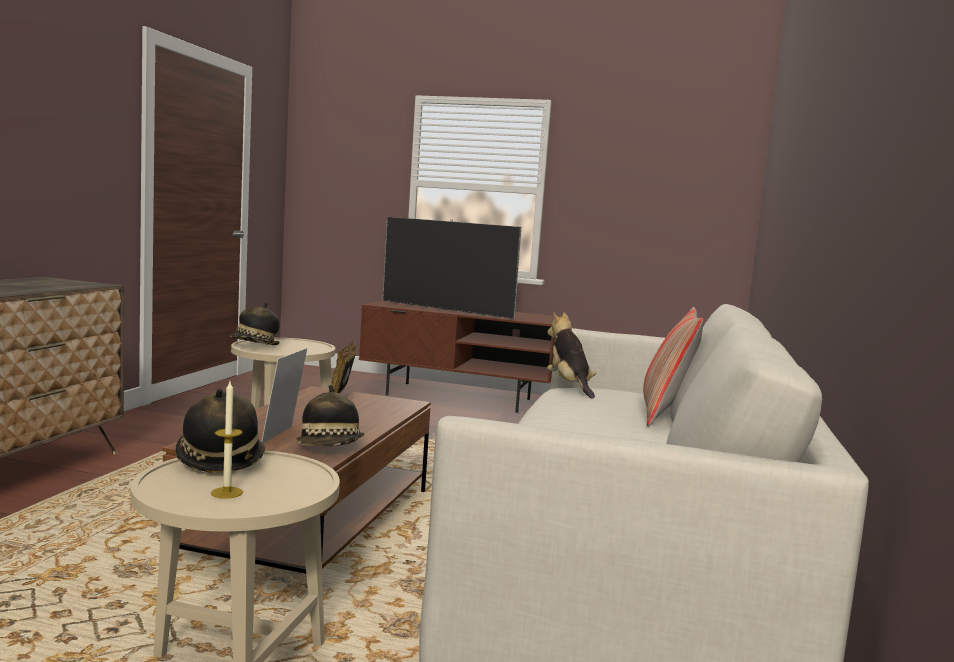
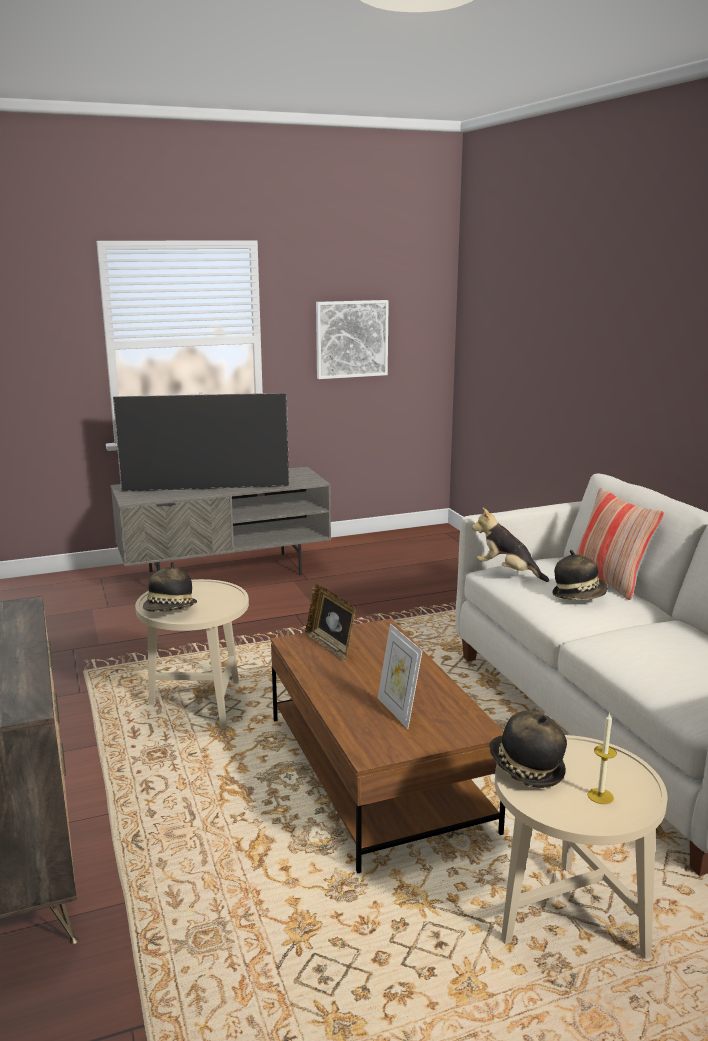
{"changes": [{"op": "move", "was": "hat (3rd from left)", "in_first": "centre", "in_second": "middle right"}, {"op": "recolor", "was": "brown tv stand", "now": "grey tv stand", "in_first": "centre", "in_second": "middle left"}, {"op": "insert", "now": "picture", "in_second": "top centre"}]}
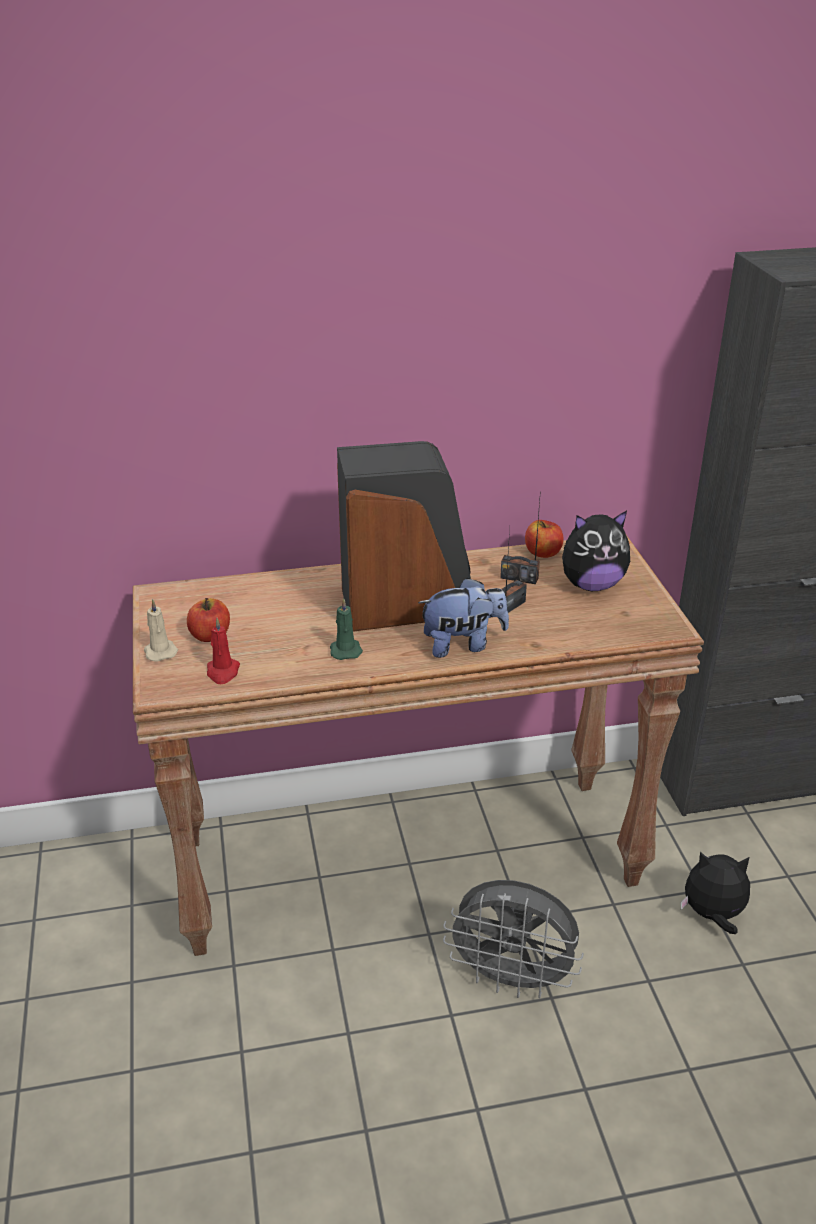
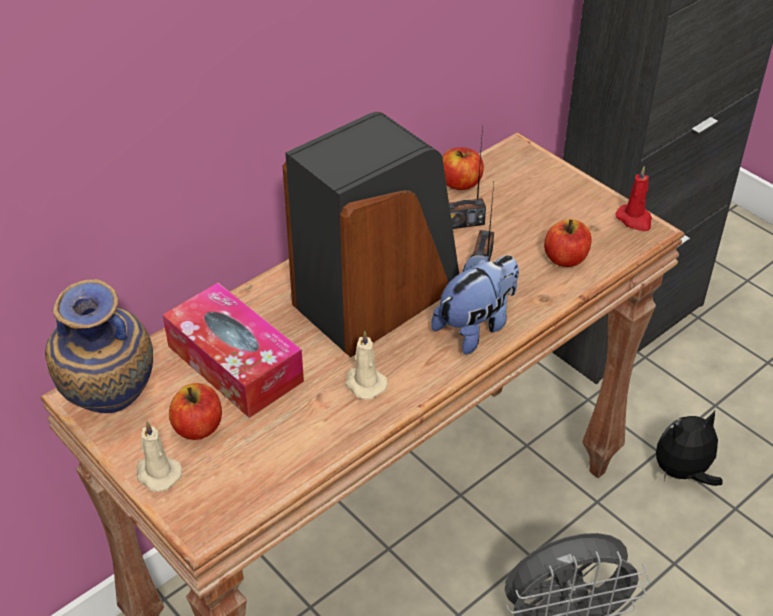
{"changes": [{"op": "move", "was": "red candle", "in_first": "middle left", "in_second": "top right"}, {"op": "recolor", "was": "green candle", "now": "beige candle (2nd from left)", "in_first": "centre", "in_second": "centre"}, {"op": "delete", "was": "plush toy (2nd from left)", "in_first": "middle right"}, {"op": "insert", "now": "vase", "in_second": "middle left"}, {"op": "insert", "now": "tissue box", "in_second": "middle left"}, {"op": "insert", "now": "apple (3rd from left)", "in_second": "middle right"}]}
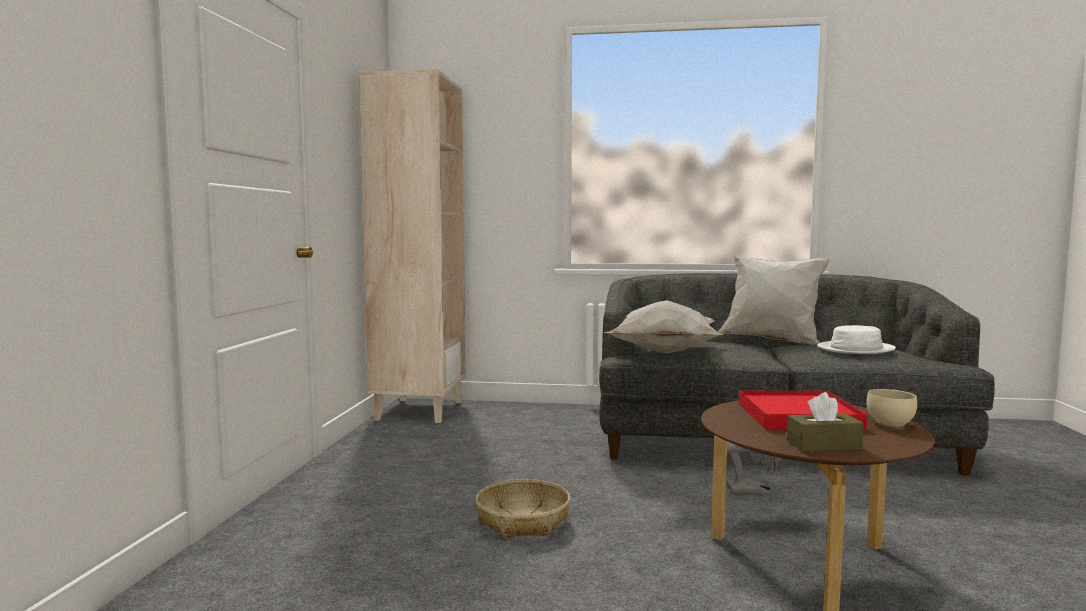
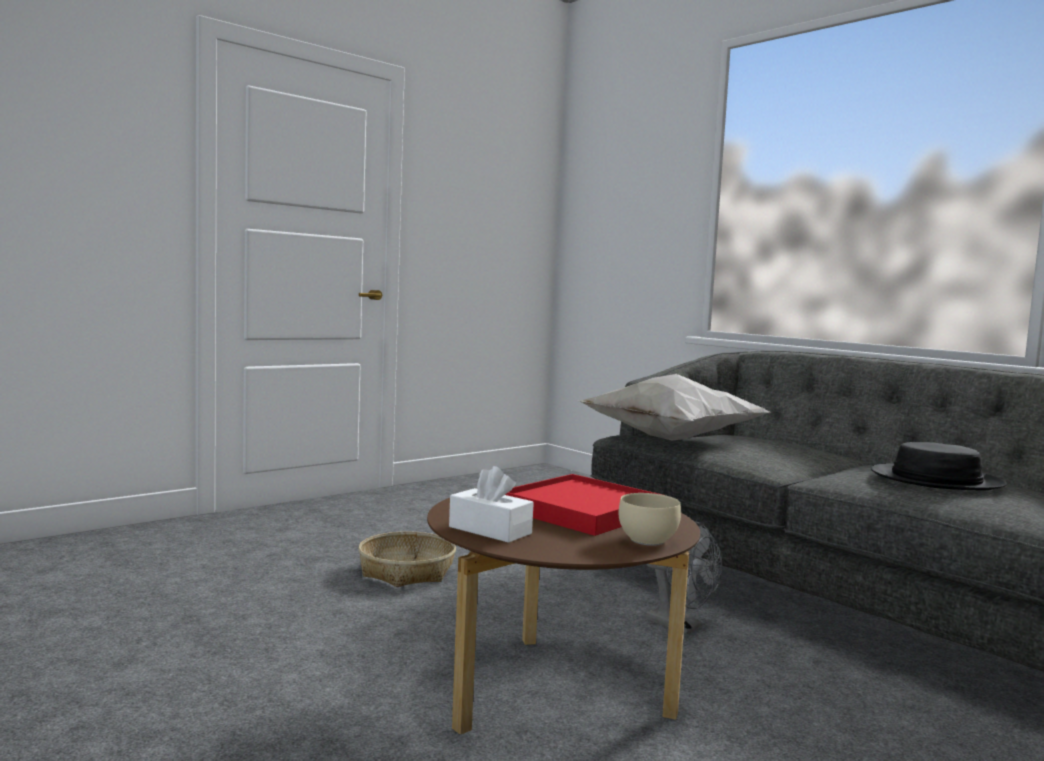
{"changes": [{"op": "delete", "was": "beige bookcase", "in_first": "centre"}, {"op": "delete", "was": "white pillow (2nd from left)", "in_first": "middle right"}, {"op": "recolor", "was": "brown tissue box", "now": "white tissue box", "in_first": "bottom right", "in_second": "centre"}, {"op": "recolor", "was": "white hat", "now": "black hat", "in_first": "middle right", "in_second": "middle right"}]}
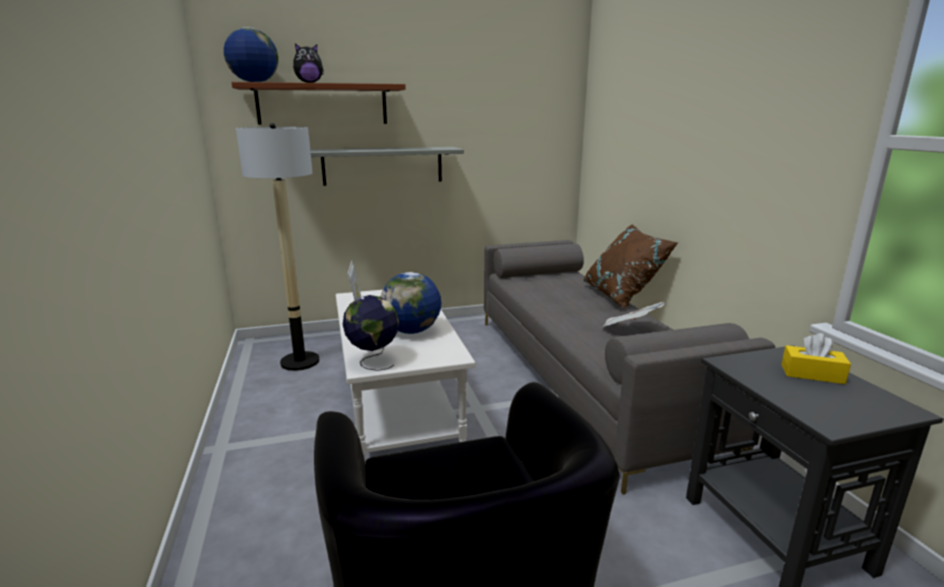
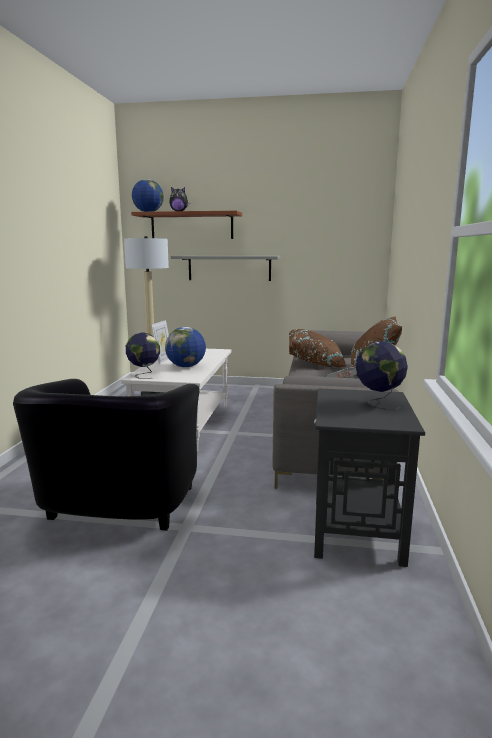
{"changes": [{"op": "replace", "was": "yellow tissue box", "now": "globe (4th from left)", "in_first": "middle right", "in_second": "middle right"}, {"op": "insert", "now": "brown pillow (1st from left)", "in_second": "centre"}]}
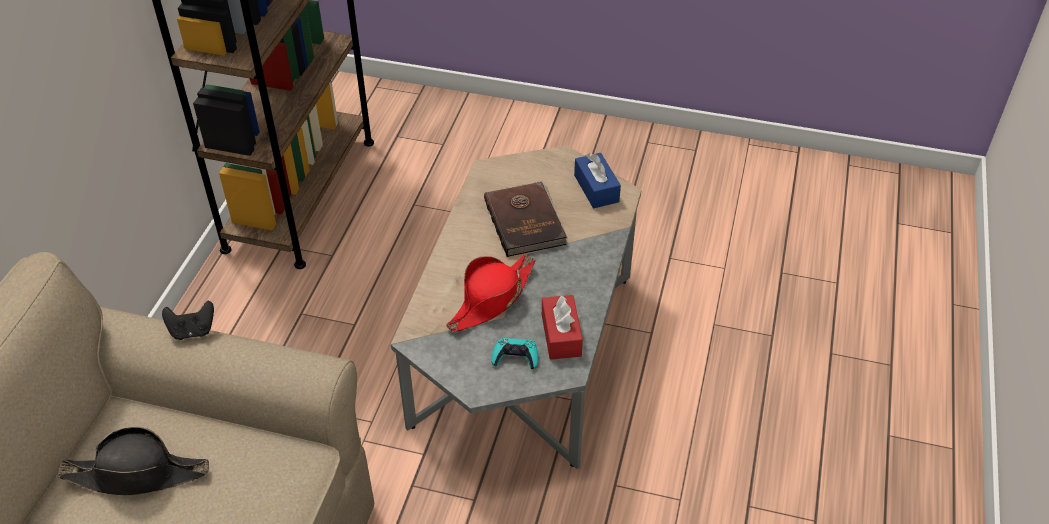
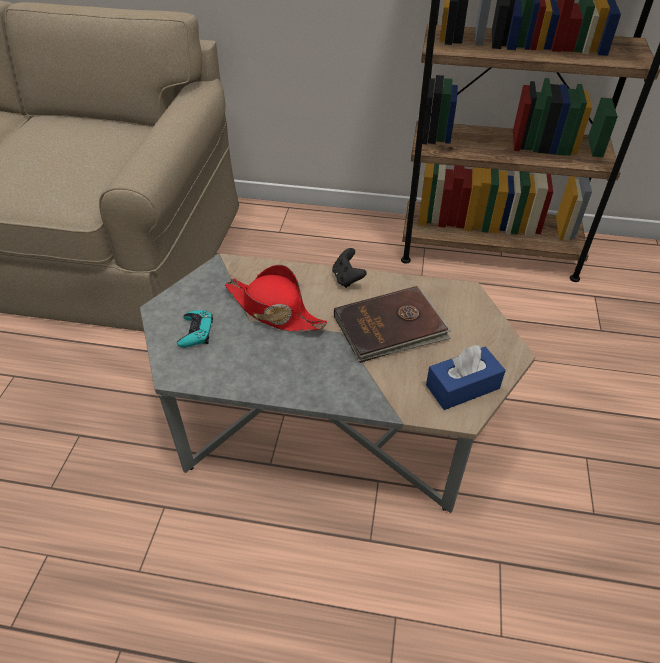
{"changes": [{"op": "delete", "was": "black hat", "in_first": "bottom left"}, {"op": "move", "was": "black game controller", "in_first": "middle left", "in_second": "centre"}, {"op": "delete", "was": "red tissue box", "in_first": "centre"}]}
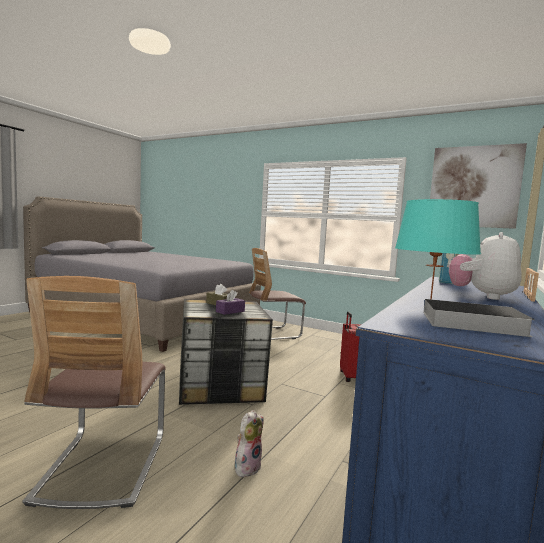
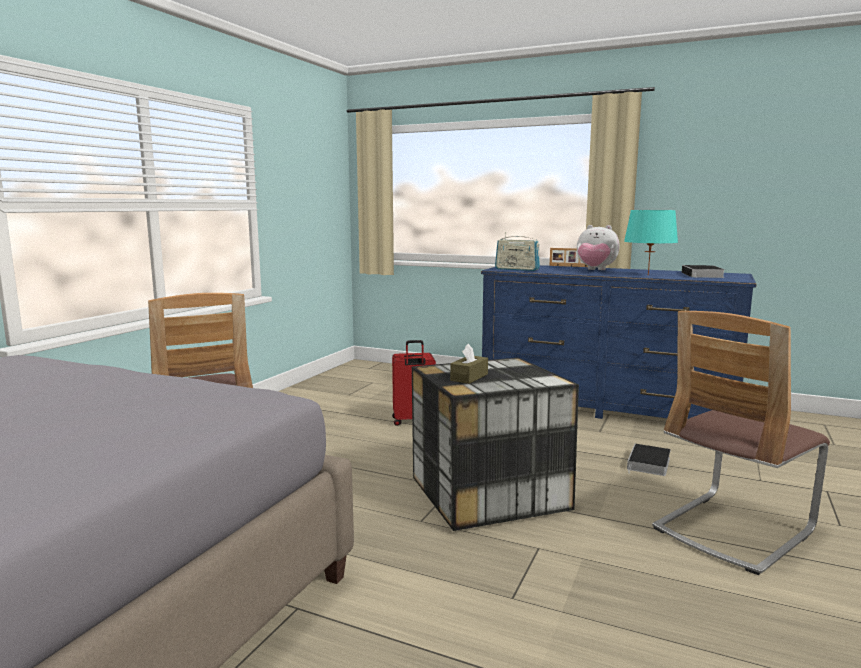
{"changes": [{"op": "rotate", "was": "chair (1st from left in the first image)", "in_first": "bottom left", "in_second": "middle right", "clockwise": 150}, {"op": "delete", "was": "purple tissue box", "in_first": "centre"}, {"op": "replace", "was": "plush toy (1st from left)", "now": "book (1st from left)", "in_first": "bottom centre", "in_second": "bottom right"}, {"op": "delete", "was": "picture", "in_first": "middle right"}]}
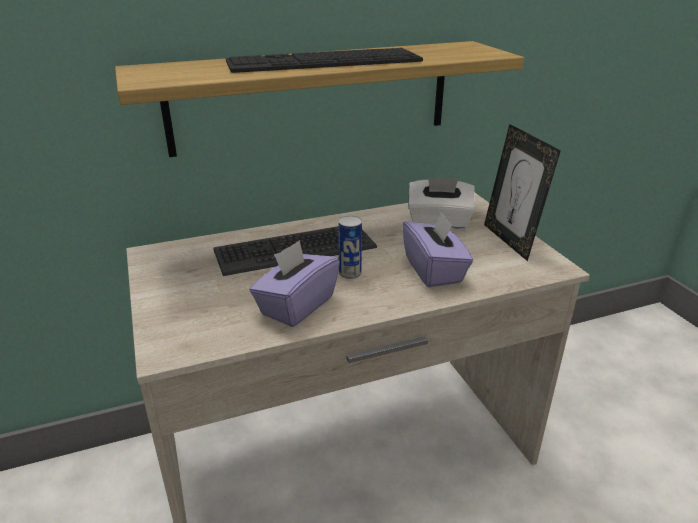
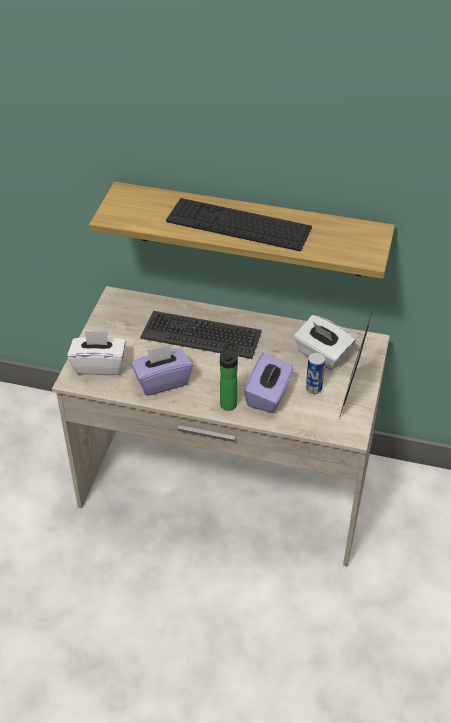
{"changes": [{"op": "move", "was": "can", "in_first": "centre", "in_second": "middle right"}, {"op": "insert", "now": "white tissue box (1st from left)", "in_second": "middle left"}, {"op": "insert", "now": "bottle", "in_second": "centre"}]}
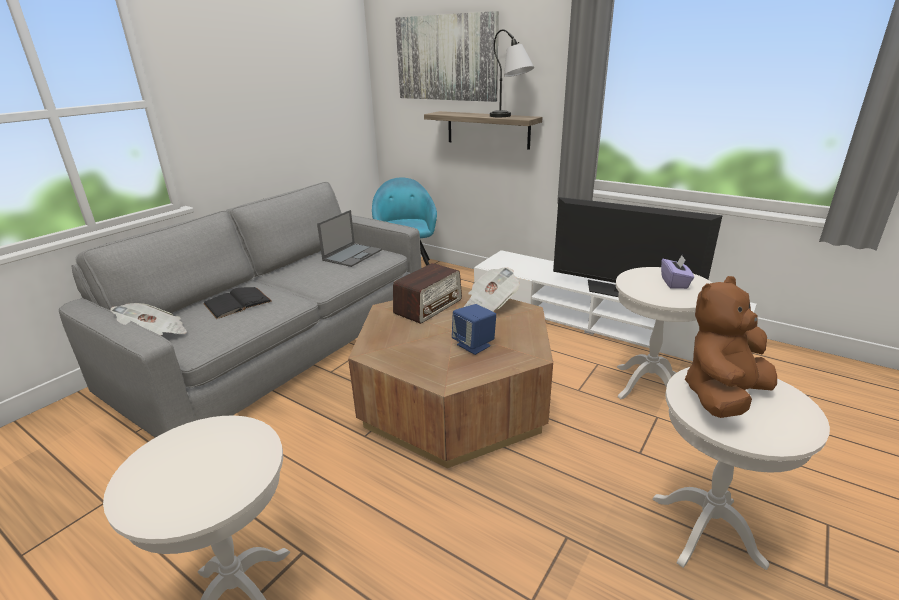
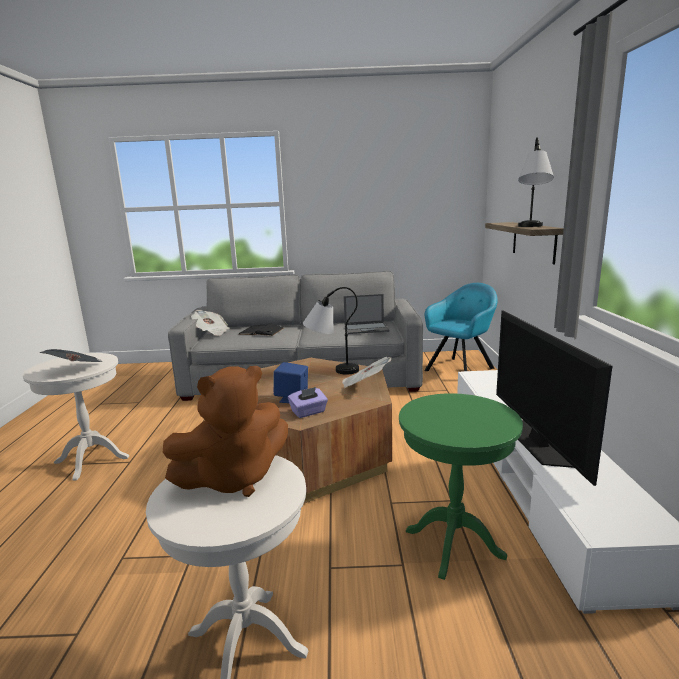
{"changes": [{"op": "replace", "was": "radio", "now": "table lamp (1st from left)", "in_first": "centre", "in_second": "centre"}, {"op": "delete", "was": "picture", "in_first": "top centre"}, {"op": "recolor", "was": "white side table (2nd from left)", "now": "green side table", "in_first": "middle right", "in_second": "bottom right"}, {"op": "move", "was": "purple tissue box", "in_first": "middle right", "in_second": "centre"}, {"op": "rotate", "was": "brown plush toy", "in_first": "middle right", "in_second": "middle left", "clockwise": 135}, {"op": "insert", "now": "newspaper (1st from left)", "in_second": "middle left"}]}
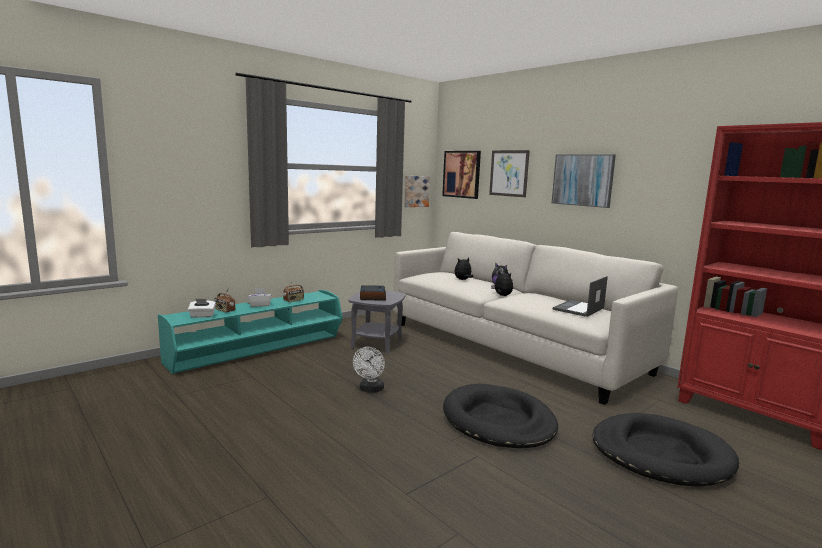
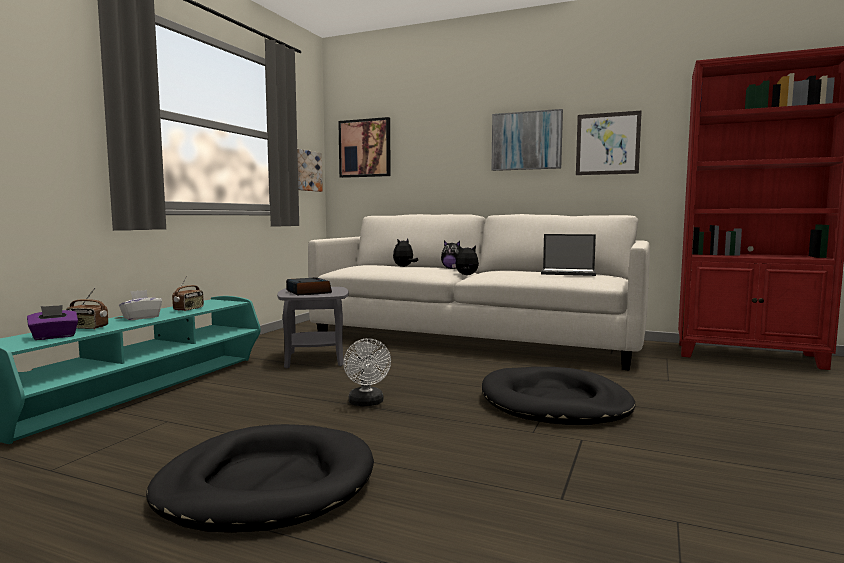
{"changes": [{"op": "recolor", "was": "white tissue box (1st from left)", "now": "purple tissue box", "in_first": "middle left", "in_second": "middle left"}, {"op": "move", "was": "picture (3rd from left in the first image)", "now": "picture (4th from left)", "in_first": "top centre", "in_second": "top right"}, {"op": "rotate", "was": "laptop", "in_first": "middle right", "in_second": "middle right", "clockwise": -90}, {"op": "move", "was": "black dog bed (2nd from left in the first image)", "now": "black dog bed (1st from left)", "in_first": "bottom right", "in_second": "bottom left"}]}
